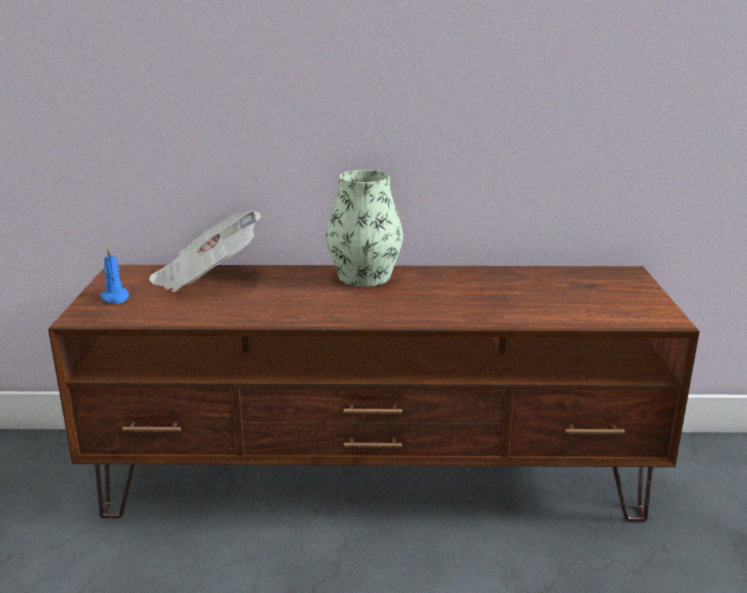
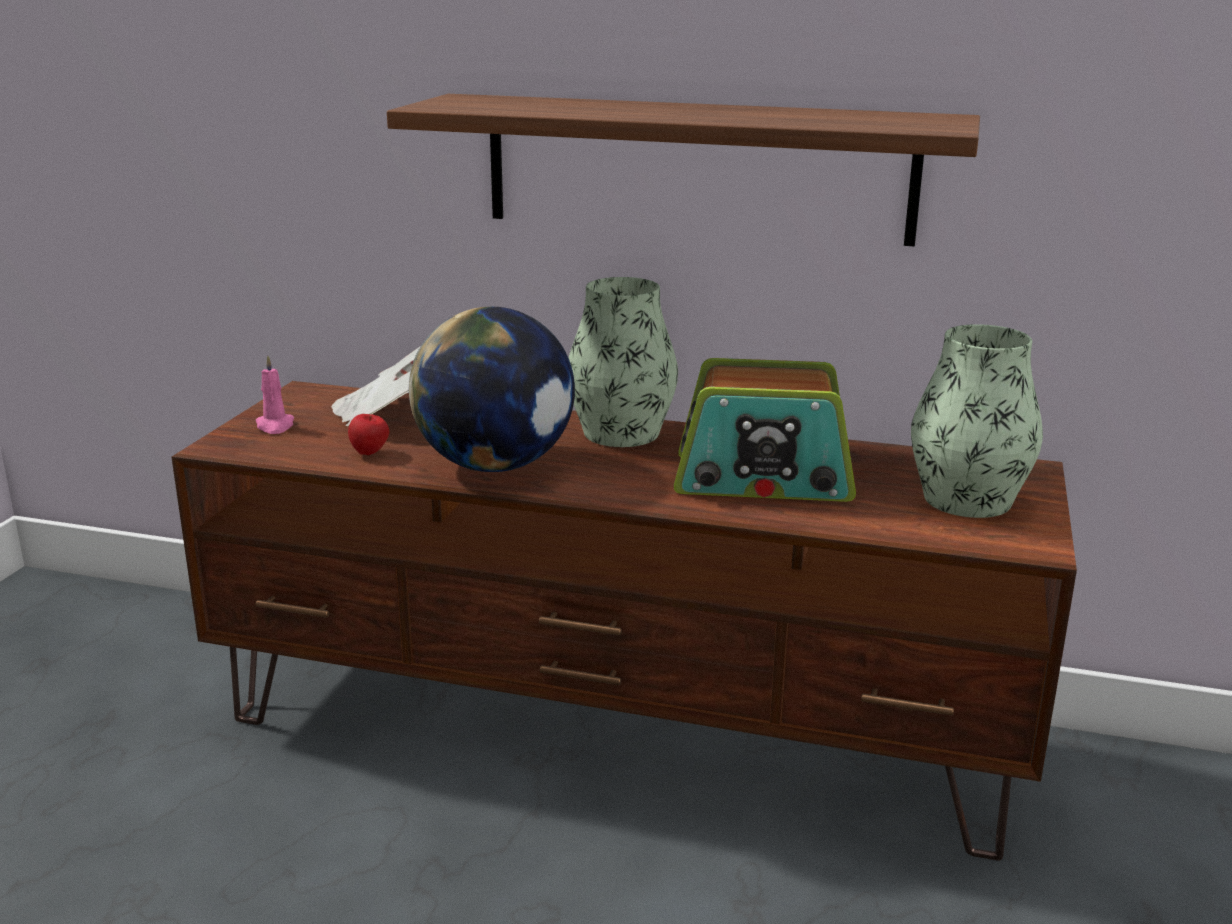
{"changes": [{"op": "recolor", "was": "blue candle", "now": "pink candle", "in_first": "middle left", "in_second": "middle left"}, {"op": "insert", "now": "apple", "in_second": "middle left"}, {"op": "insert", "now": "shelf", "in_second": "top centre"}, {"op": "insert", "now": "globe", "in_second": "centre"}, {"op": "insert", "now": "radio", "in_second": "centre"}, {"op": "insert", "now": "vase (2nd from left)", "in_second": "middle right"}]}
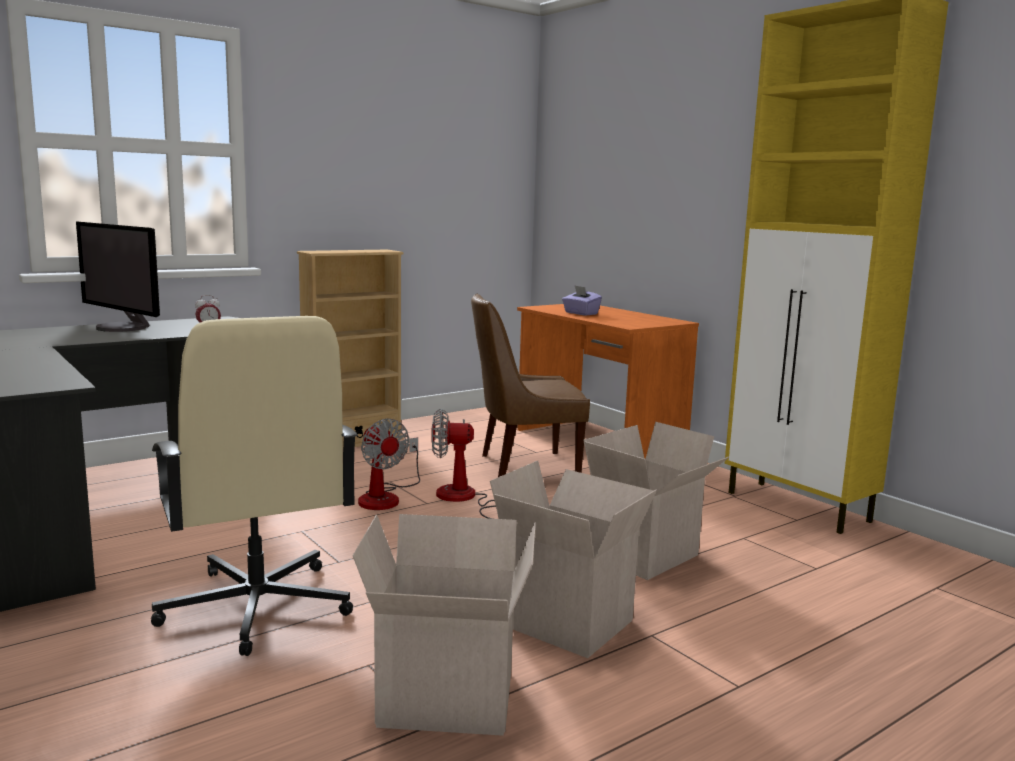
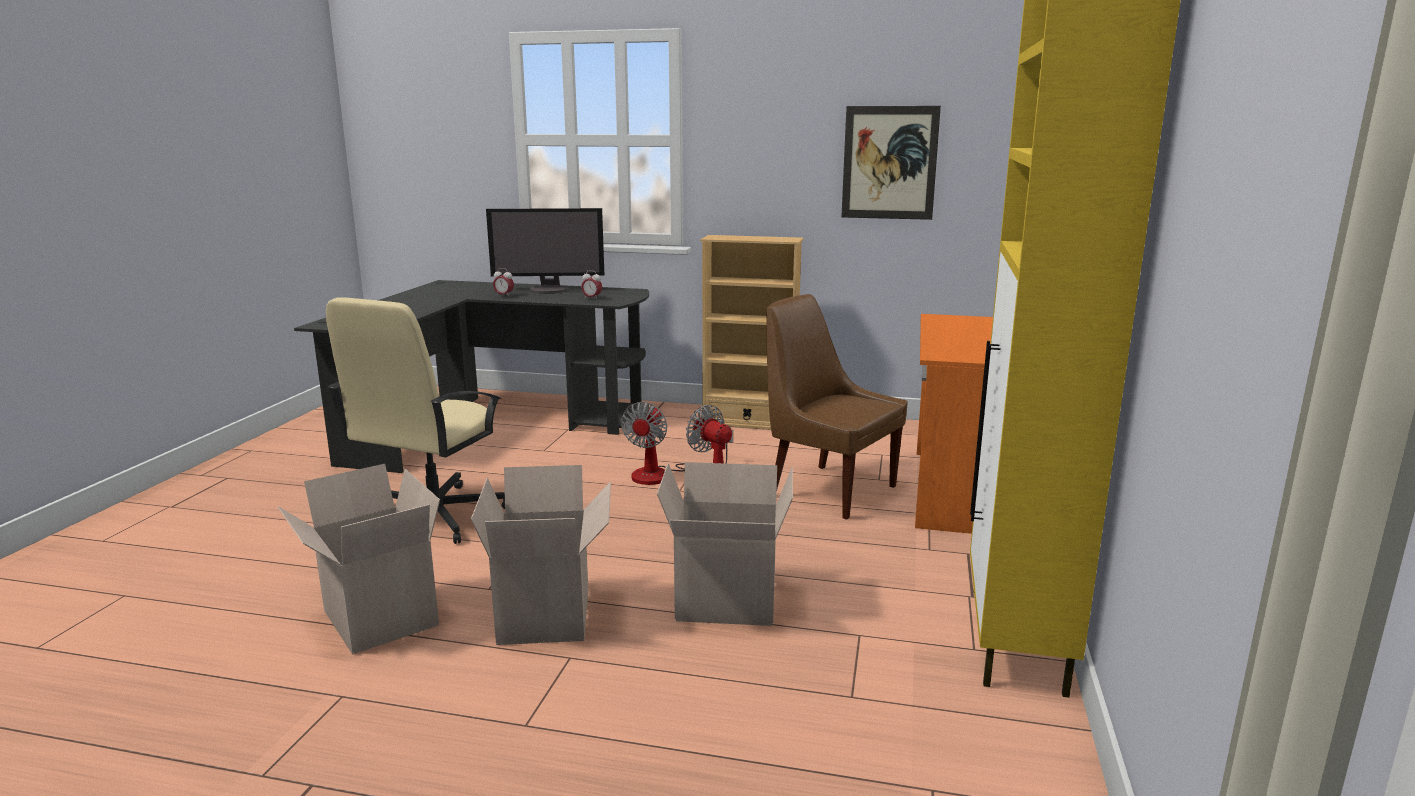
{"changes": [{"op": "rotate", "was": "monitor", "in_first": "middle left", "in_second": "top centre", "clockwise": -90}, {"op": "delete", "was": "purple tissue box", "in_first": "centre"}, {"op": "insert", "now": "alarm clock (1st from left)", "in_second": "centre"}, {"op": "insert", "now": "picture", "in_second": "top centre"}]}
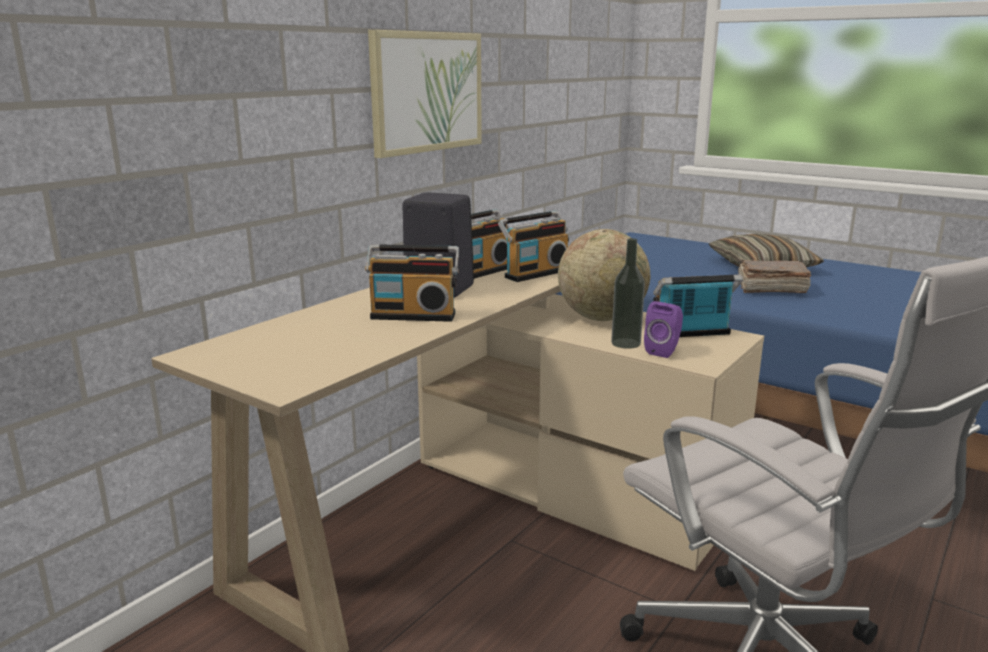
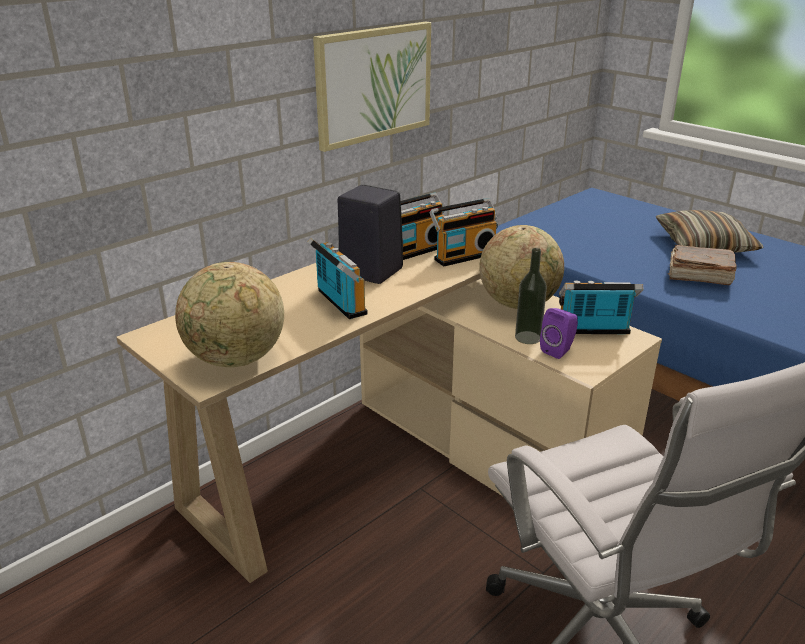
{"changes": [{"op": "rotate", "was": "radio (1st from left)", "in_first": "centre", "in_second": "centre", "clockwise": -135}, {"op": "insert", "now": "globe (1st from left)", "in_second": "middle left"}]}
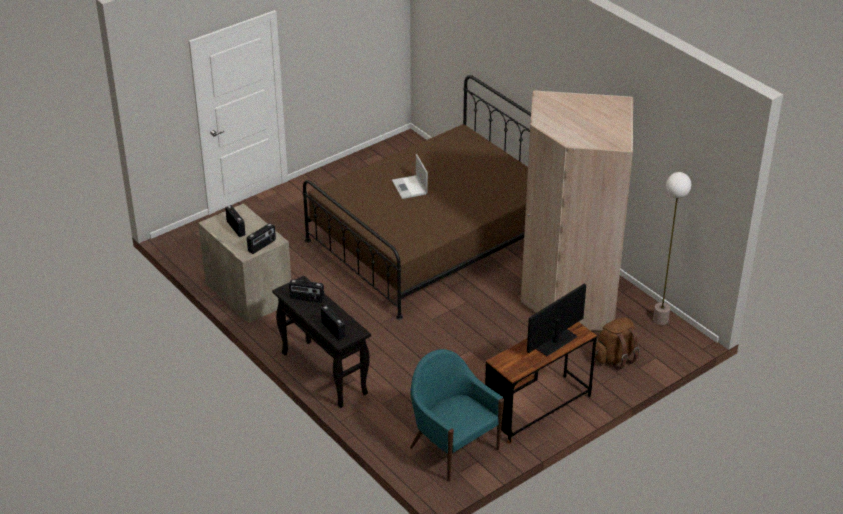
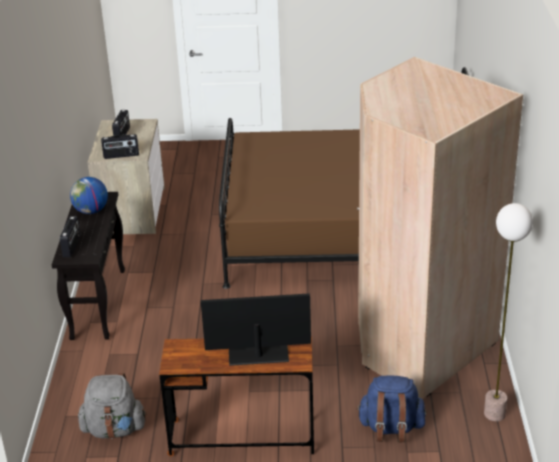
{"changes": [{"op": "replace", "was": "radio (3rd from left)", "now": "globe", "in_first": "centre", "in_second": "middle left"}, {"op": "delete", "was": "laptop", "in_first": "centre"}, {"op": "replace", "was": "turquoise armchair", "now": "grey backpack", "in_first": "bottom centre", "in_second": "bottom left"}, {"op": "recolor", "was": "brown backpack", "now": "blue backpack", "in_first": "bottom right", "in_second": "bottom right"}]}
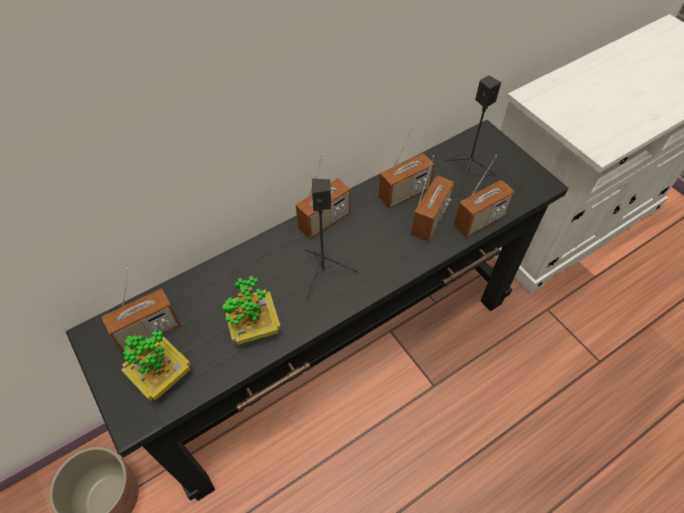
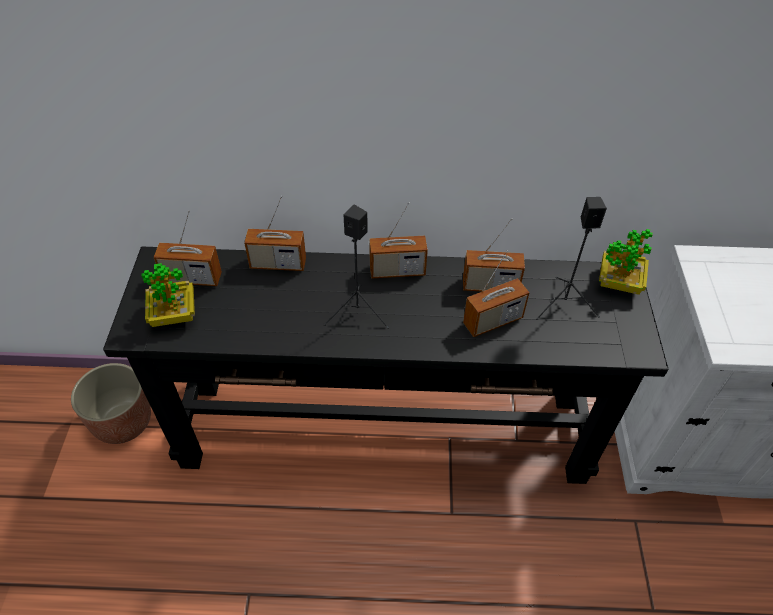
{"changes": [{"op": "move", "was": "potted plant (2nd from left)", "in_first": "centre", "in_second": "middle right"}, {"op": "move", "was": "radio (5th from left in the first image)", "now": "radio (2nd from left)", "in_first": "middle right", "in_second": "centre"}]}
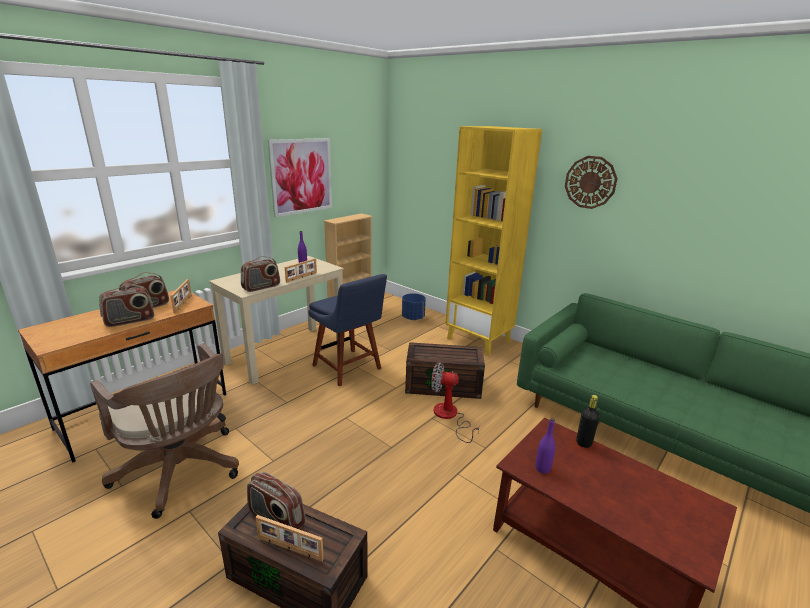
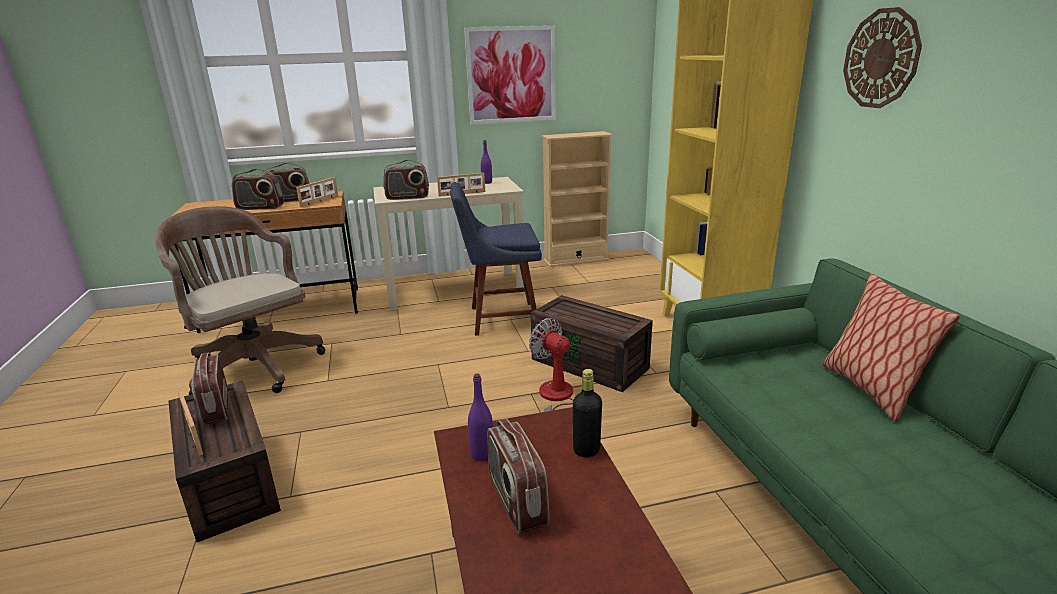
{"changes": [{"op": "rotate", "was": "brown office chair", "in_first": "bottom left", "in_second": "middle left", "clockwise": 150}, {"op": "rotate", "was": "blue chair", "in_first": "centre", "in_second": "centre", "clockwise": 90}, {"op": "delete", "was": "blue planter", "in_first": "centre"}, {"op": "insert", "now": "radio (5th from left)", "in_second": "bottom centre"}, {"op": "insert", "now": "pillow", "in_second": "middle right"}]}
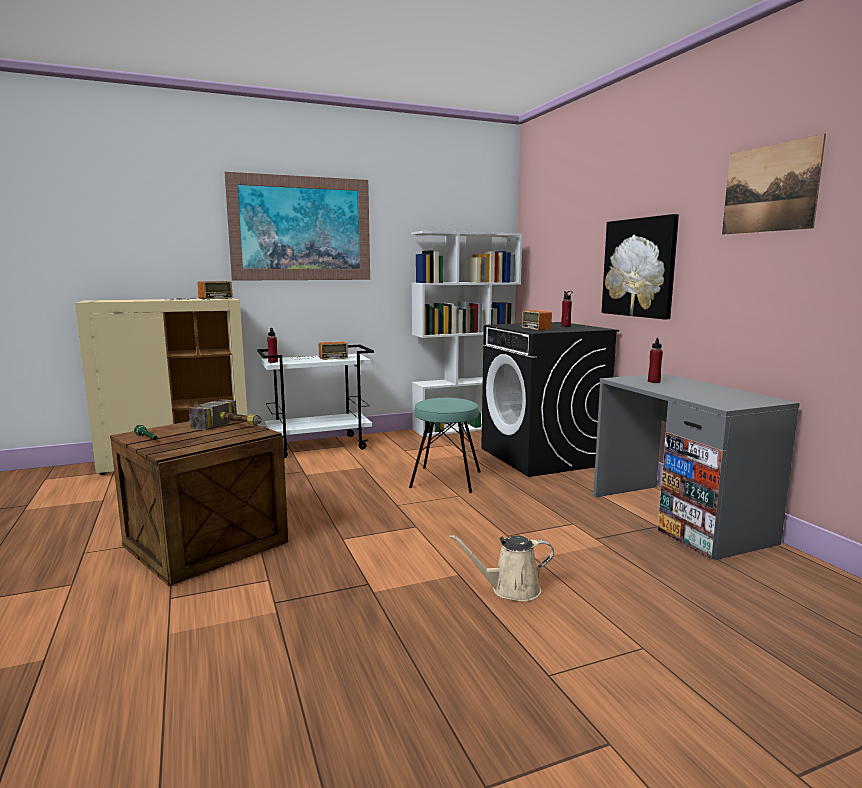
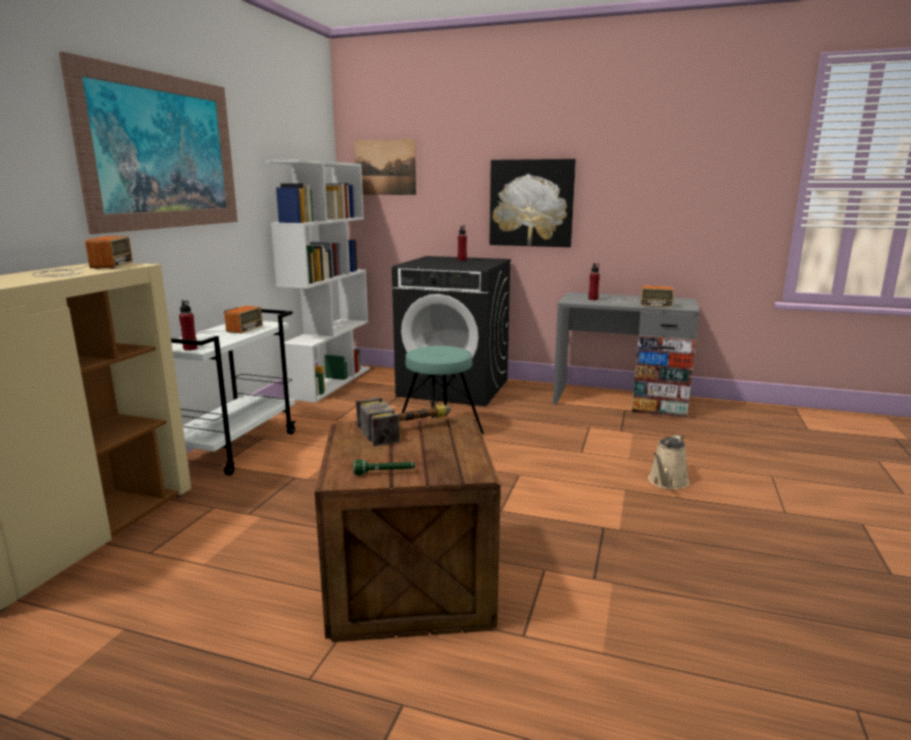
{"changes": [{"op": "move", "was": "radio (3rd from left)", "in_first": "centre", "in_second": "middle right"}, {"op": "move", "was": "picture (3rd from left in the first image)", "now": "picture (2nd from left)", "in_first": "top right", "in_second": "top centre"}]}
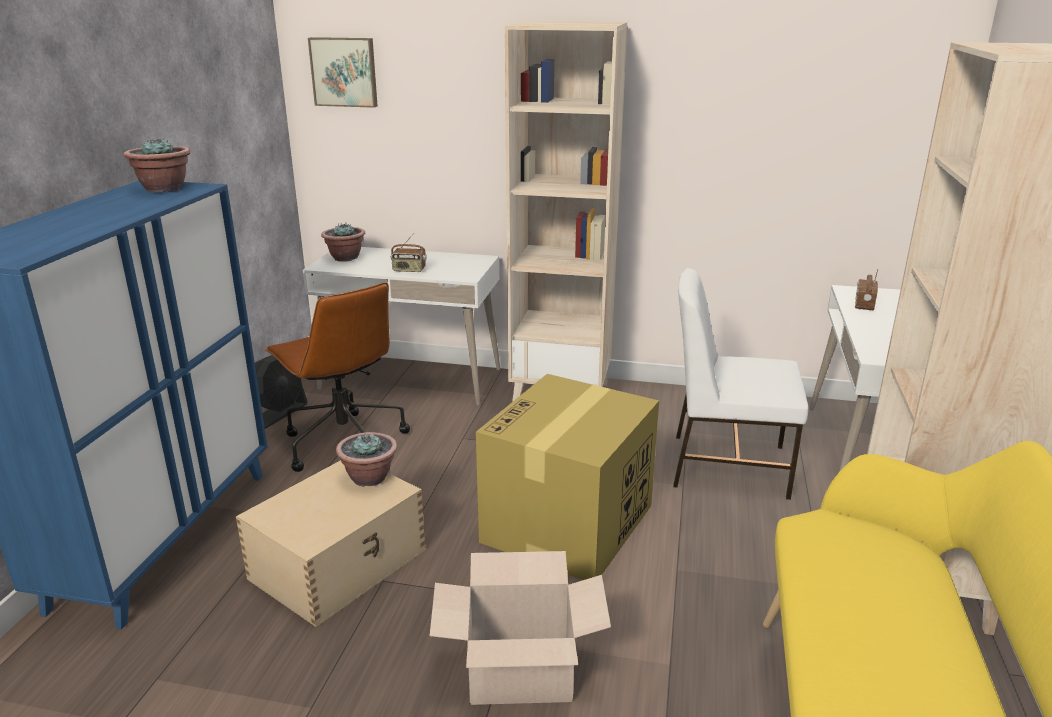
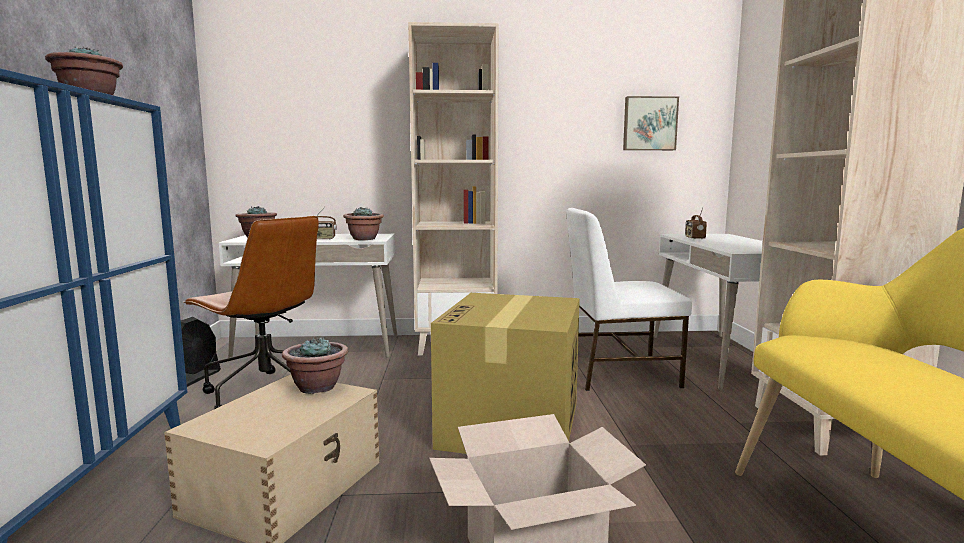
{"changes": [{"op": "move", "was": "picture", "in_first": "top left", "in_second": "top right"}, {"op": "insert", "now": "potted plant (4th from left)", "in_second": "centre"}]}
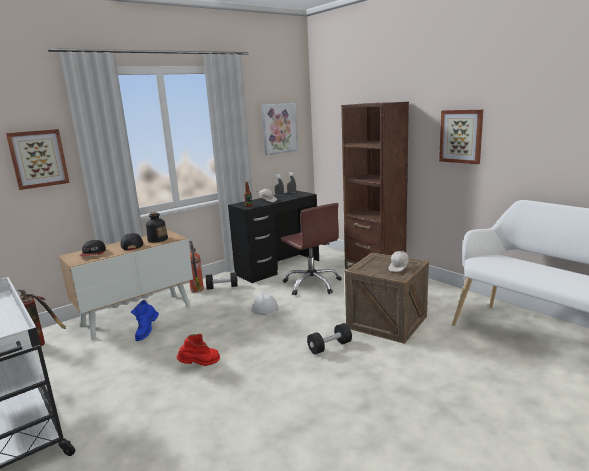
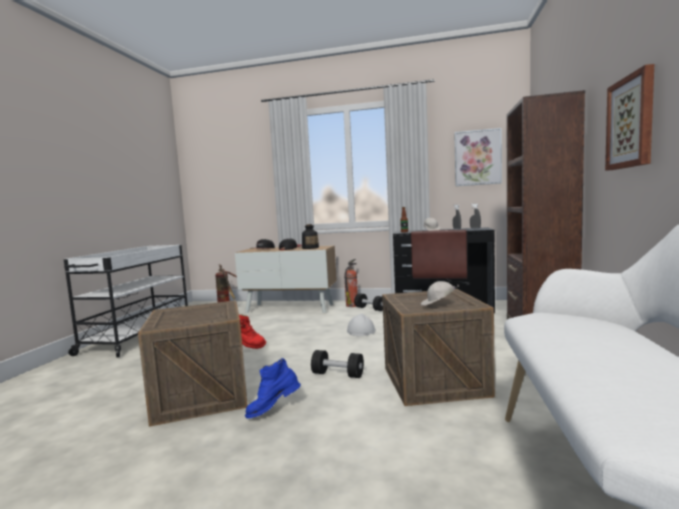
{"changes": [{"op": "delete", "was": "picture (1st from left)", "in_first": "middle left"}, {"op": "move", "was": "blue boot", "in_first": "bottom left", "in_second": "bottom centre"}, {"op": "insert", "now": "crate (1st from left)", "in_second": "bottom left"}]}
